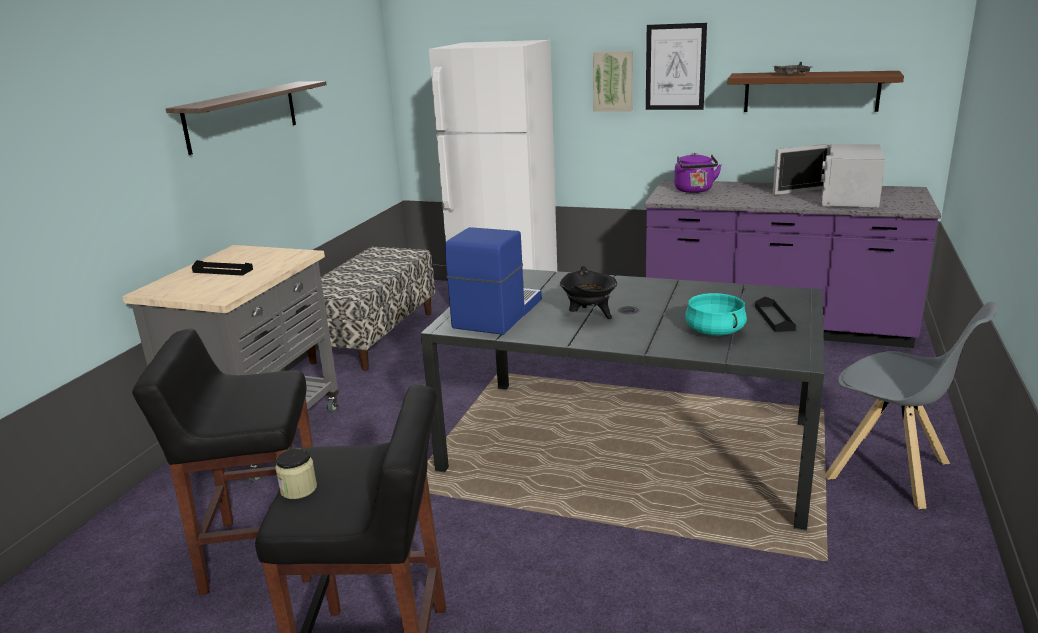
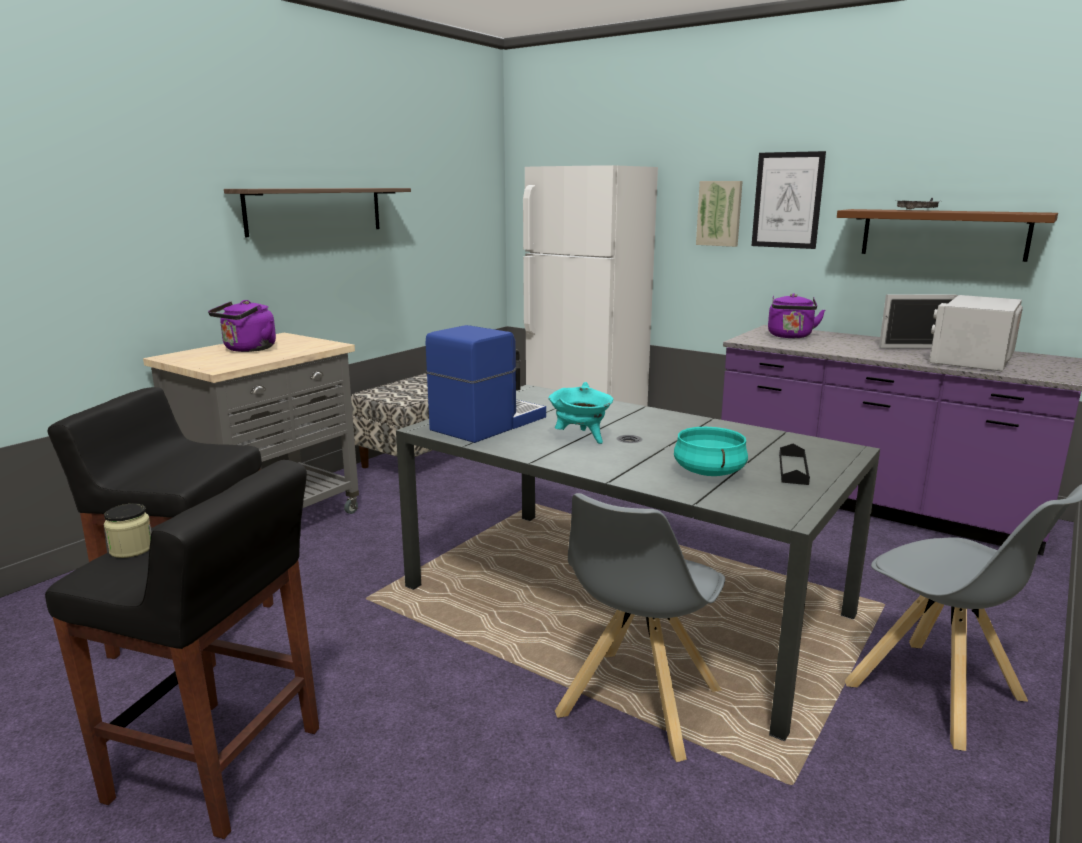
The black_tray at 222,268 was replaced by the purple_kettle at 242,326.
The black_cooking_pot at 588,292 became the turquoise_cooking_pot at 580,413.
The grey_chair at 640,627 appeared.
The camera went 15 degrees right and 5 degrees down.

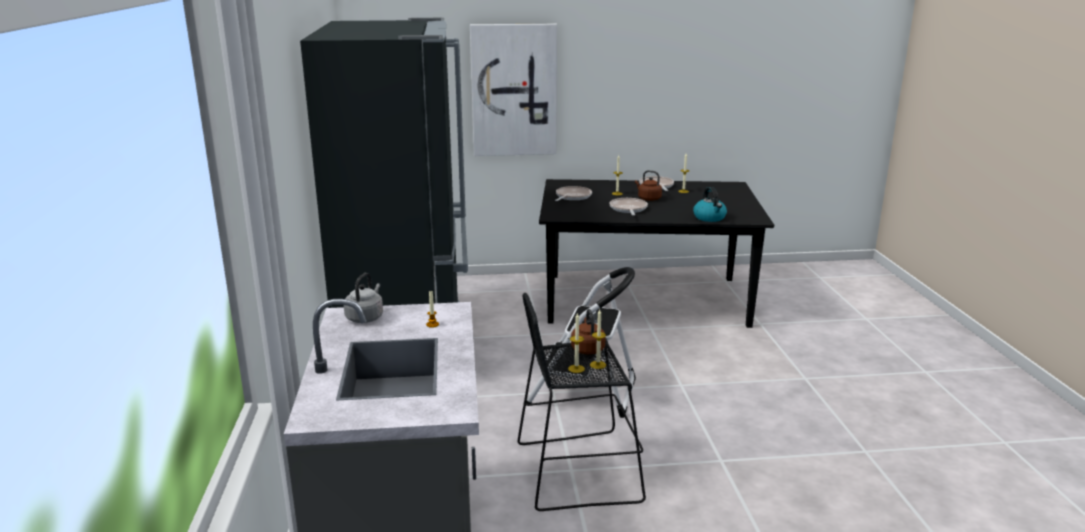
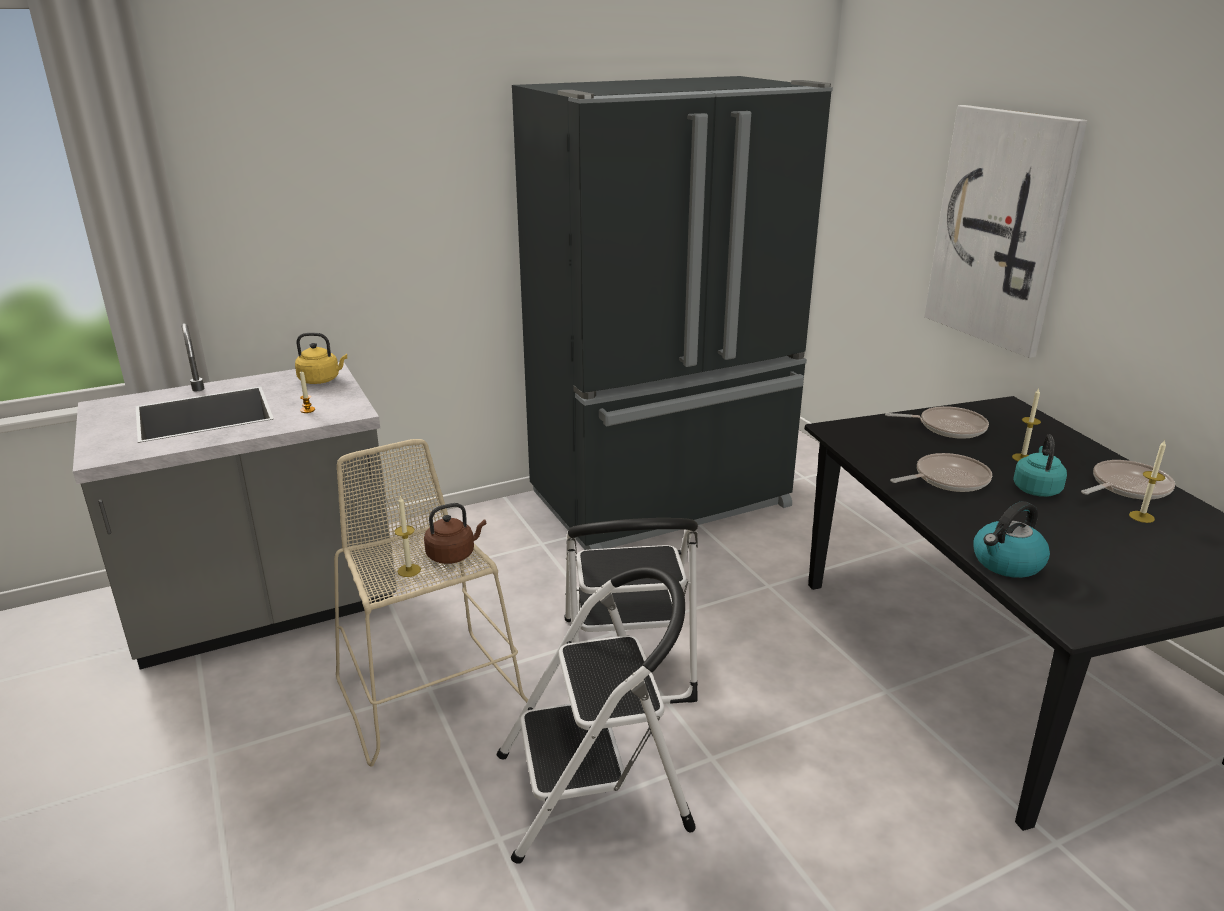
The grey_kettle at 363,298 became the yellow_kettle at 321,358.
The black_stool at 581,402 became the beige_stool at 431,603.
The step_ladder at 596,715 appeared.
The brown_kettle at 648,185 became the turquoise_kettle at 1040,466.
The candle at 576,342 disappeared.
The camera went 70 degrees right and 5 degrees up.

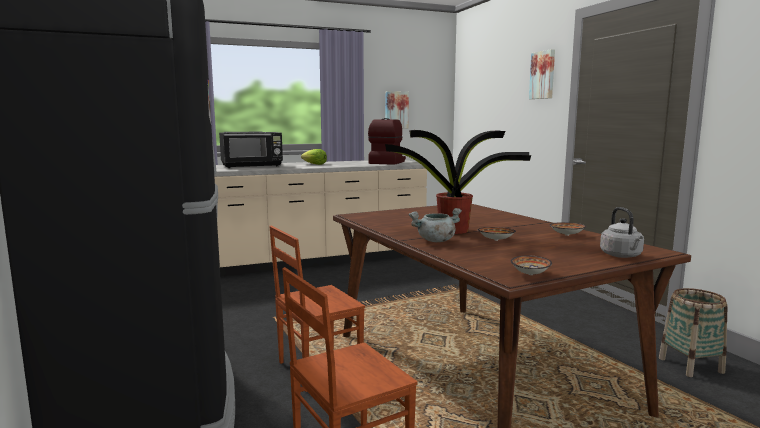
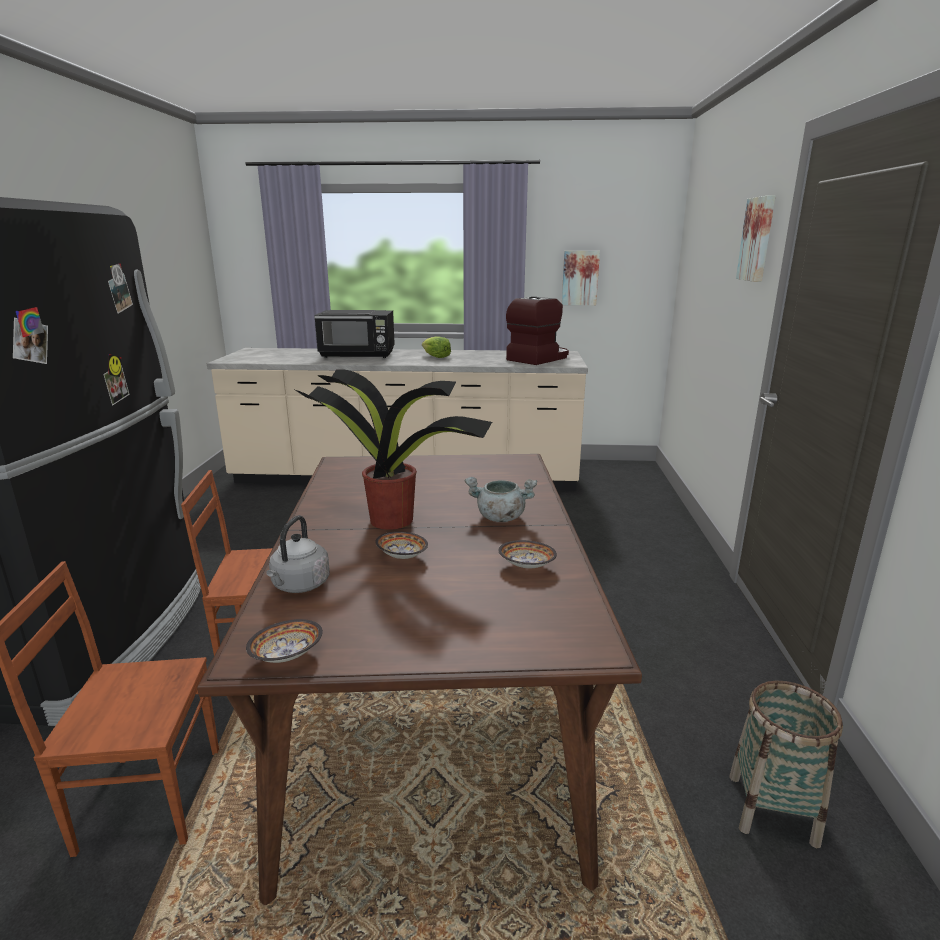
The grey_kettle moved from 622,232 to 298,554.
The grey_cooking_pot moved from 435,225 to 501,499.
The camera went 25 degrees right and 10 degrees up.

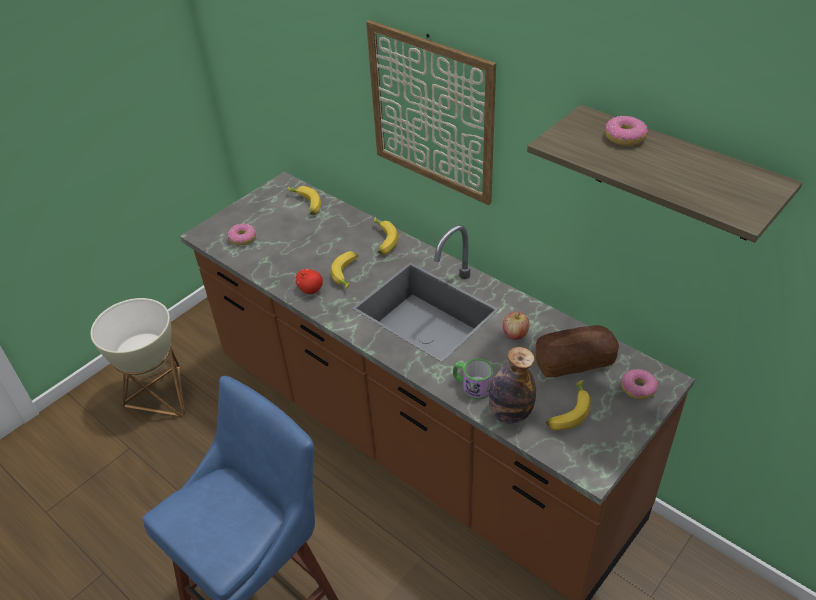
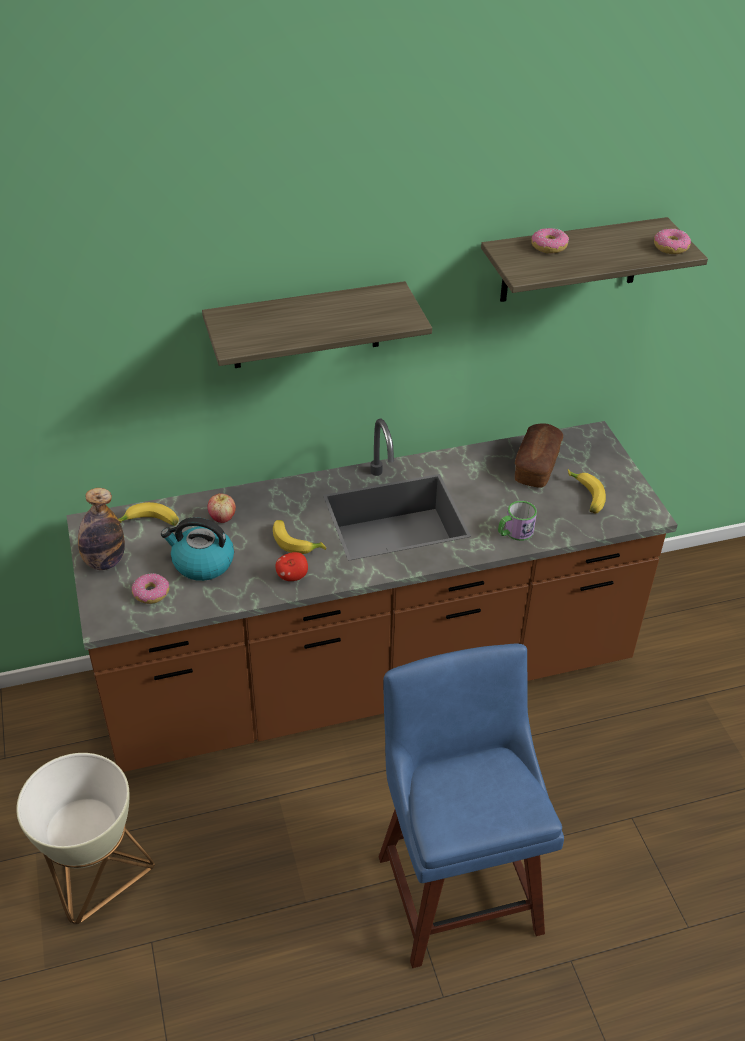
The bottle moved from 512,385 to 101,529.
The kettle at 197,549 appeared.
The picture at 431,112 was replaced by the shelf at 317,324.
The apple moved from 516,325 to 222,508.
The donut moved from 639,384 to 672,241.
The banana at 386,236 disappeared.
The camera went 60 degrees left and 0 degrees up.

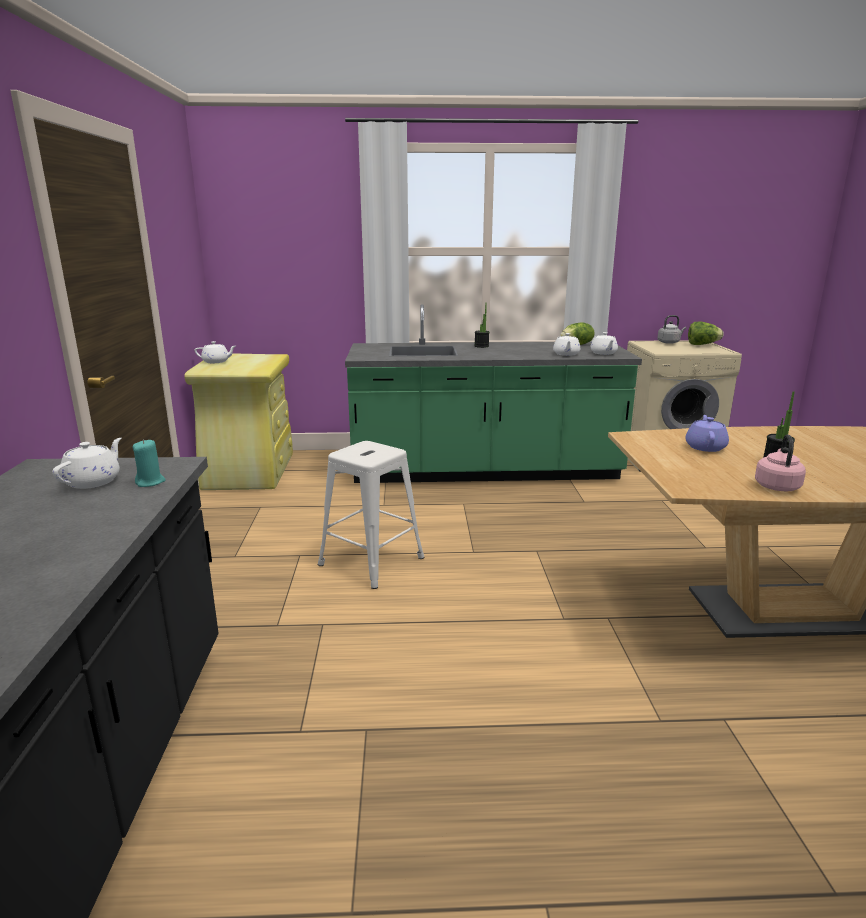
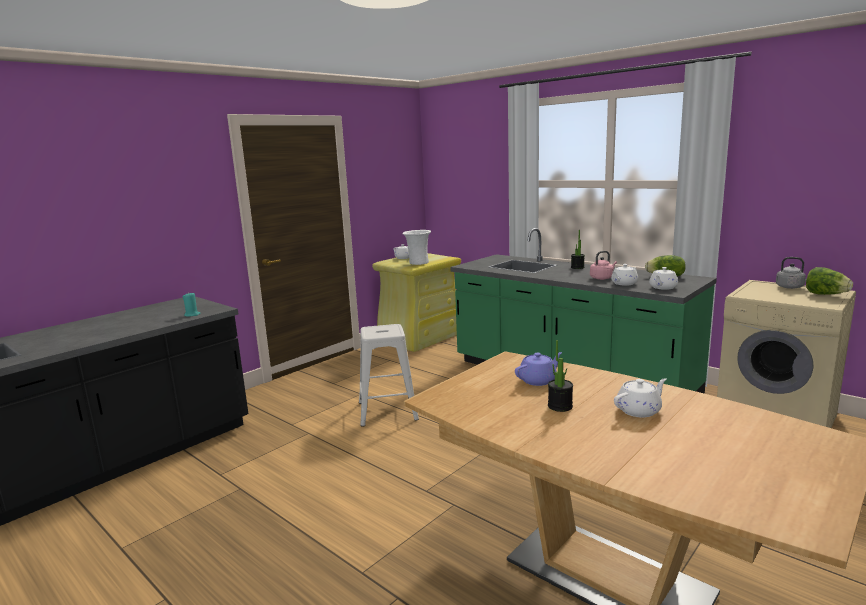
The white_vase at 416,247 appeared.
The pink_kettle moved from 780,462 to 603,265.
The white_teapot moved from 86,463 to 640,397.
The camera went 45 degrees right and 5 degrees down.

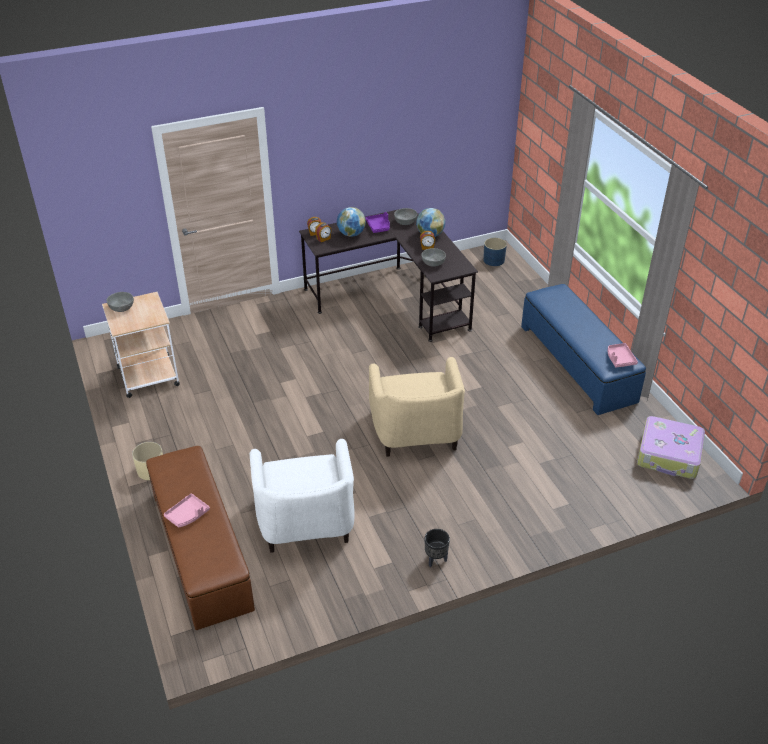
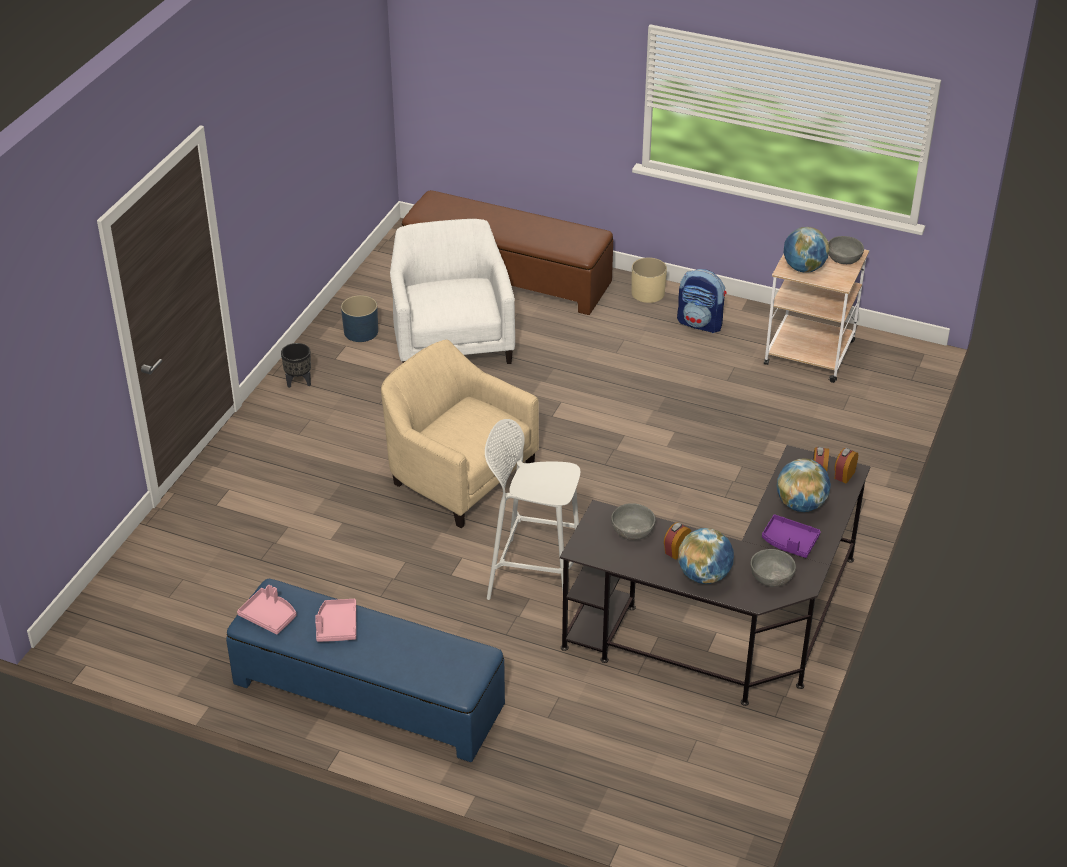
The pink_tray moved from 187,510 to 335,620.
The blue_planter moved from 495,252 to 359,318.
The white_armchair at 302,496 turned 45 degrees clockwise.
The white_stool at 532,509 appeared.
The backpack at 702,301 appeared.
The globe at 806,250 appeared.
The suitcase at 671,447 disappeared.
The camera went 135 degrees right and 0 degrees up.

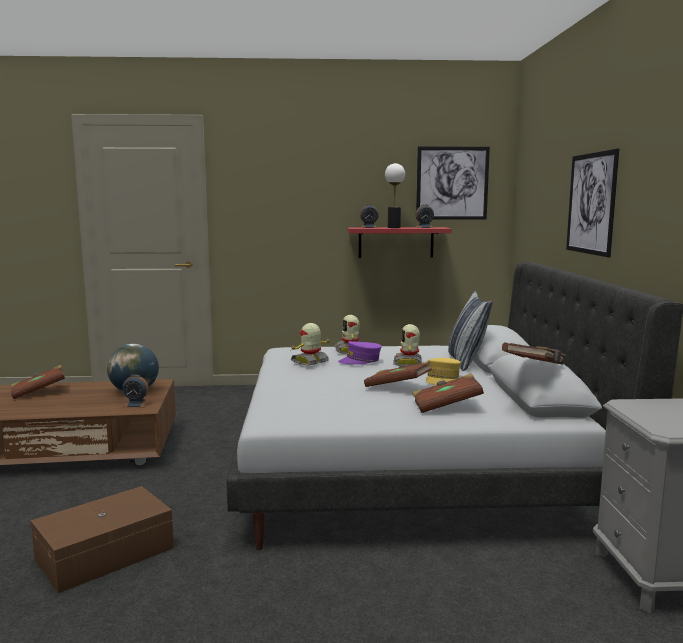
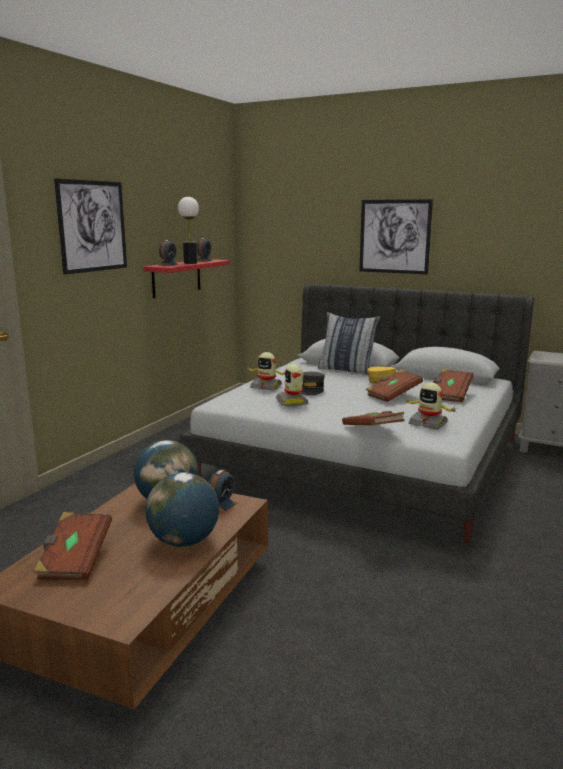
The picture moved from 453,183 to 90,226.
The globe at 182,509 appeared.
The purple_cap at 360,353 became the grey_cap at 313,383.
The brown_book moved from 534,353 to 373,418.
The toy_robot moved from 407,345 to 431,406.
The brown_storage_box at 102,539 disappeared.
The camera went 60 degrees left and 5 degrees up.

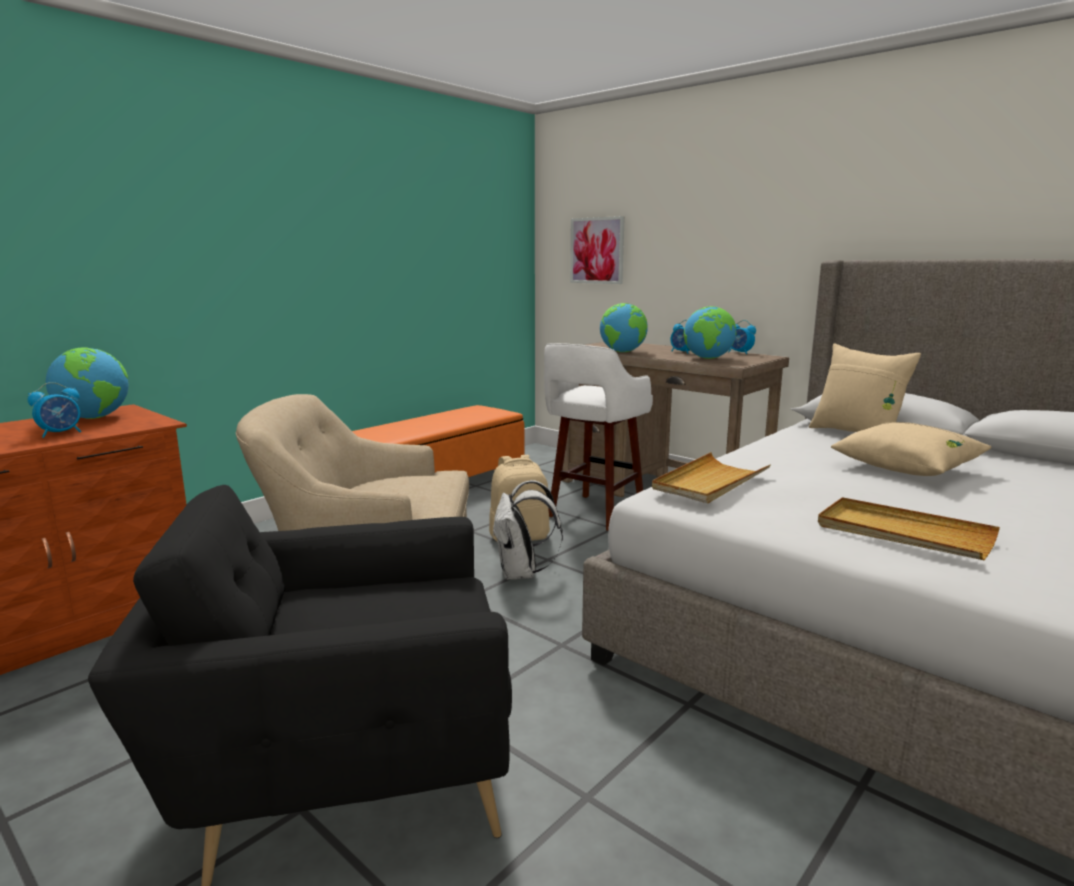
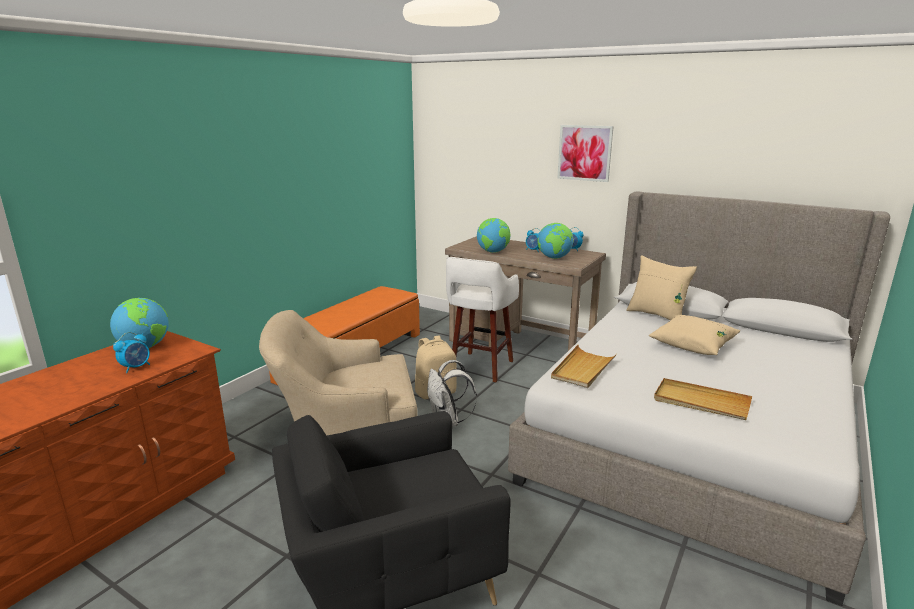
The picture moved from 597,250 to 585,153.
The camera went 10 degrees left and 5 degrees up.

